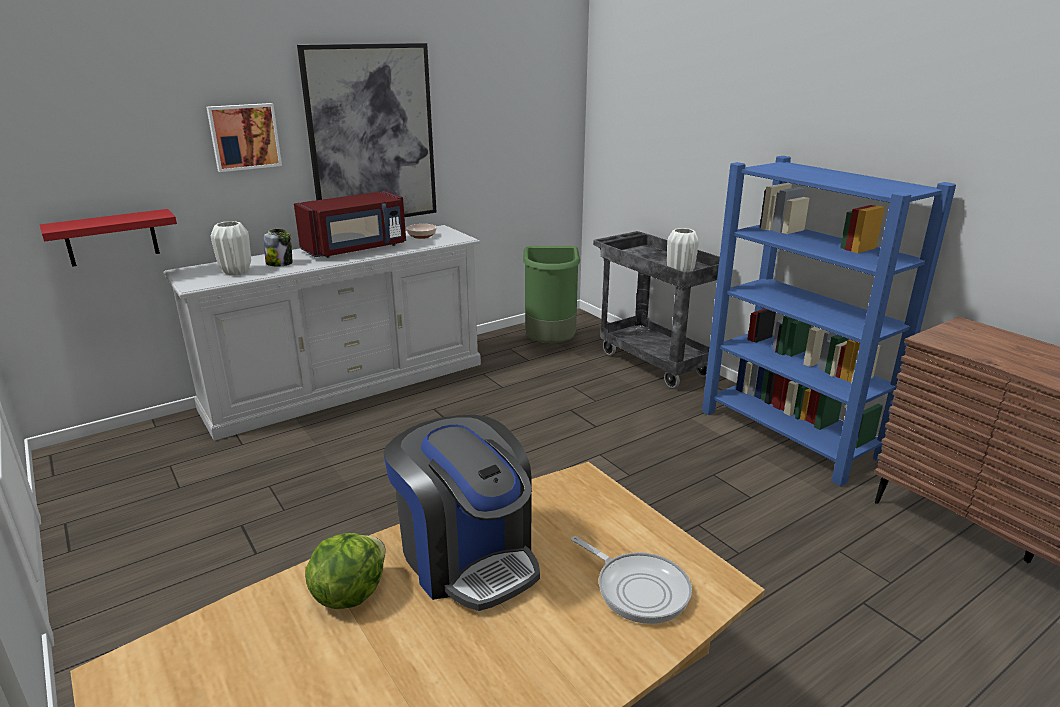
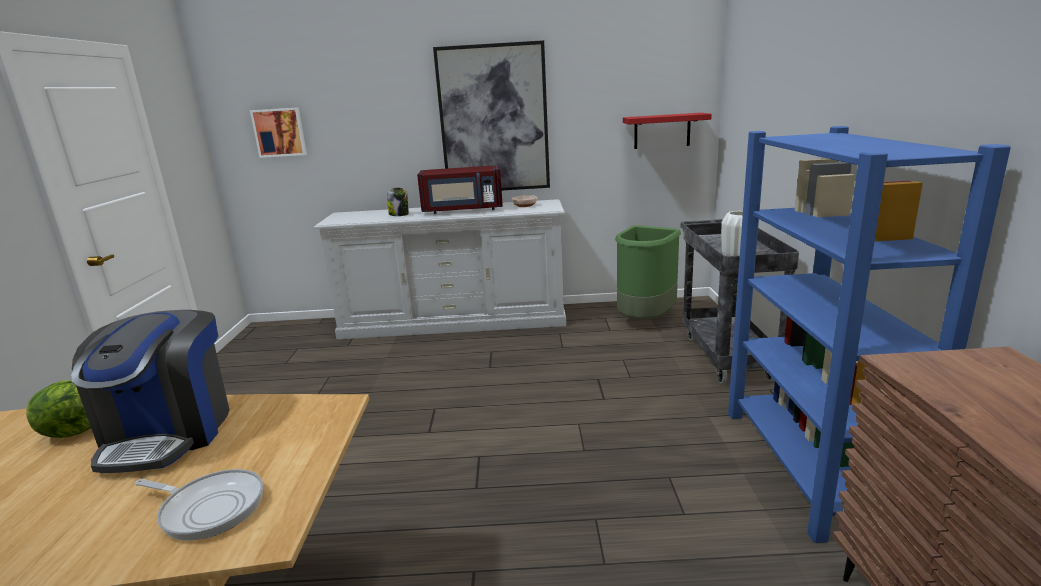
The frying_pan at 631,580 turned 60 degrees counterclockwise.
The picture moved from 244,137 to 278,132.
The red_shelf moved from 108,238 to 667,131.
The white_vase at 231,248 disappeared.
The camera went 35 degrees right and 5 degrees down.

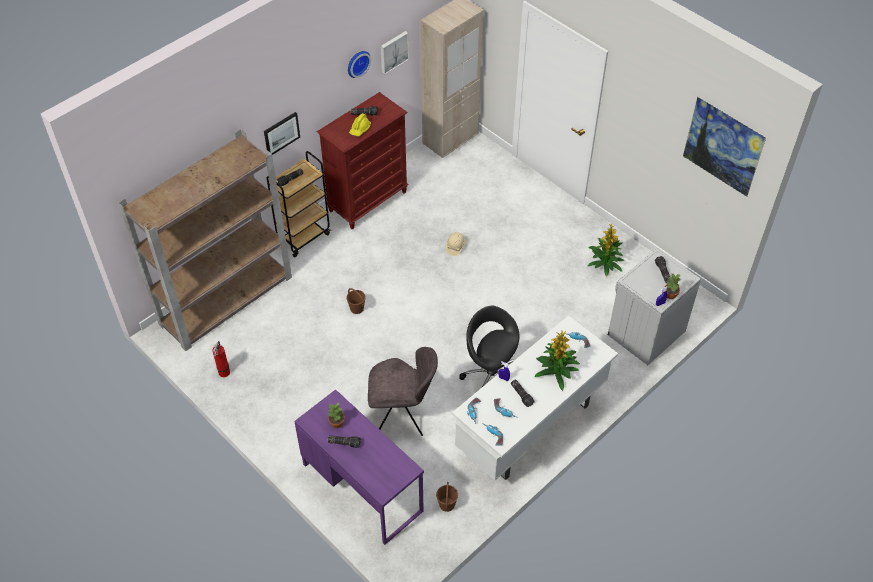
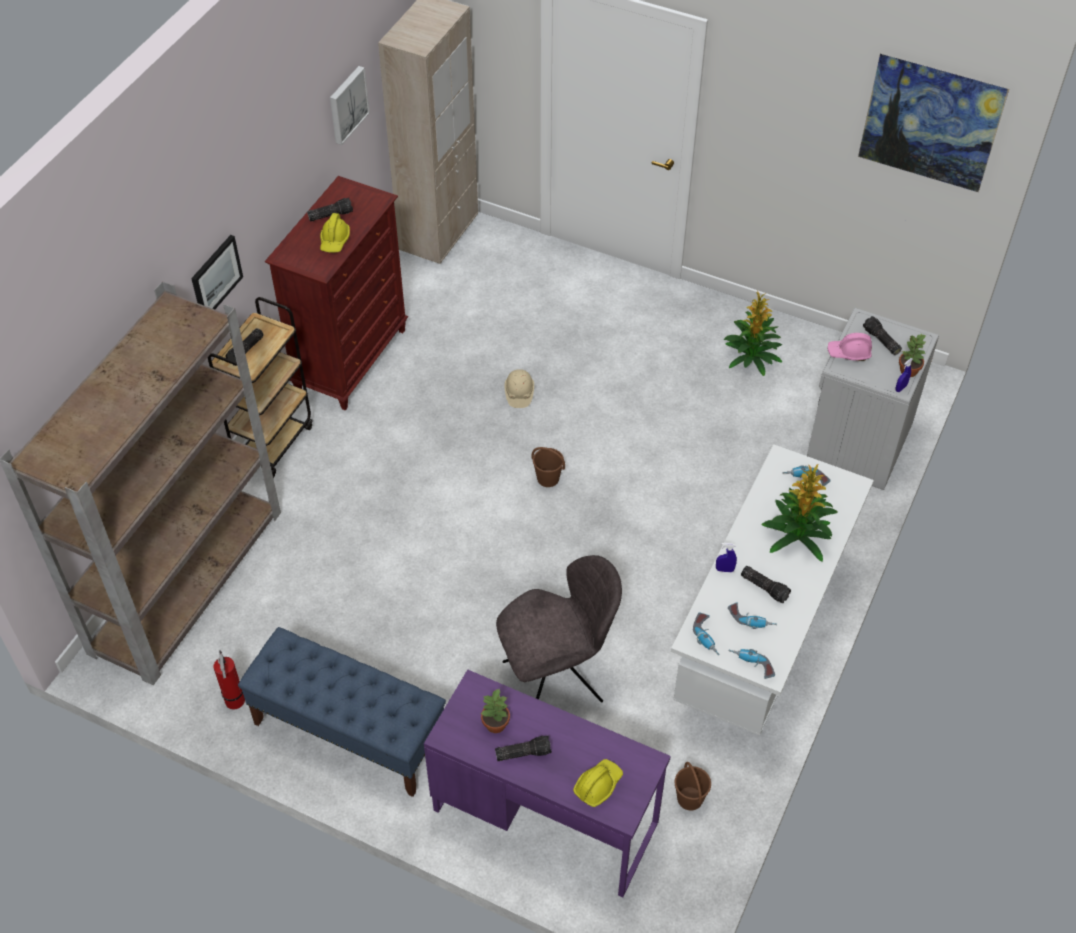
The blue_bench at 342,712 appeared.
The brown_bucket moved from 356,301 to 548,467.
The yellow_hard_hat at 598,783 appeared.
The pink_hard_hat at 850,347 appeared.
The wall_clock at 359,64 disappeared.
The black_office_chair at 489,346 disappeared.
The camera went 20 degrees left and 0 degrees up.

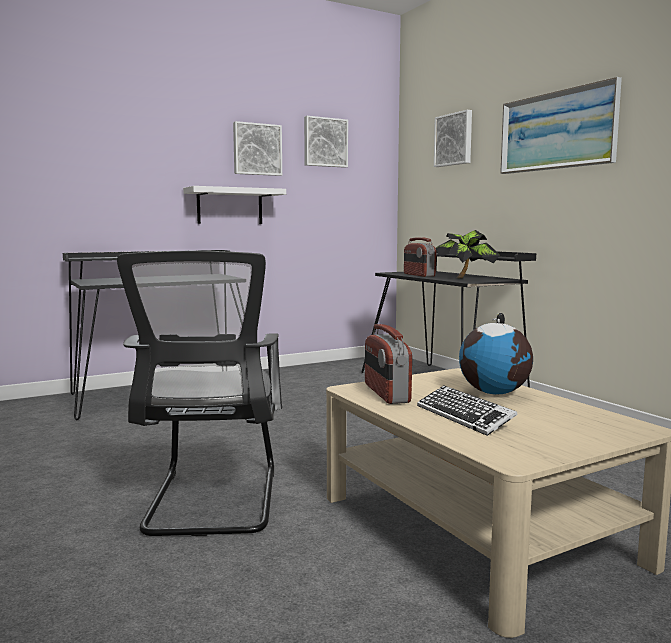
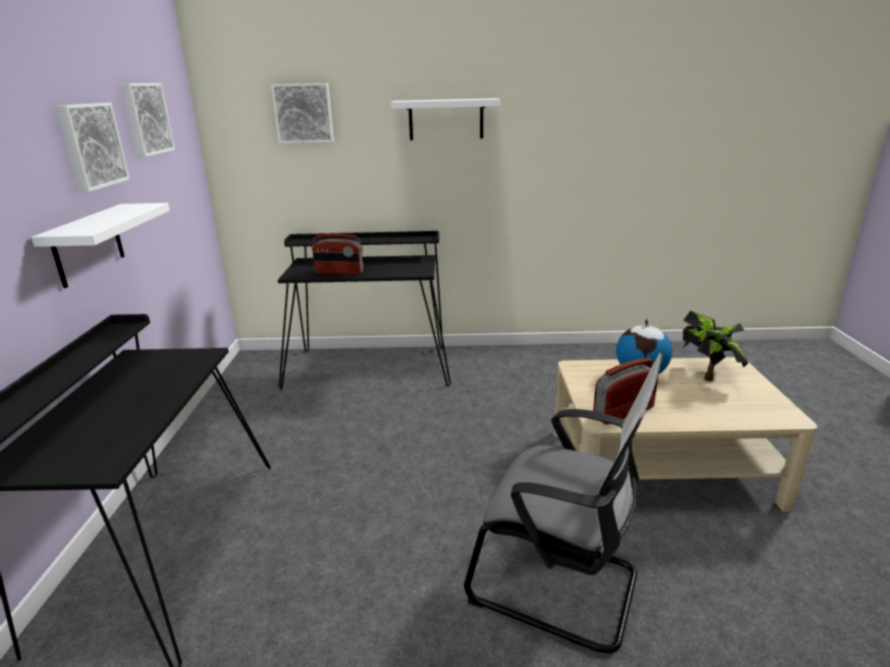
The picture at 561,125 was replaced by the white_shelf at 446,119.
The radio at 388,364 turned 135 degrees clockwise.
The potted_plant moved from 468,254 to 715,346.
The keyboard at 467,410 disappeared.
The camera went 60 degrees left and 15 degrees up.

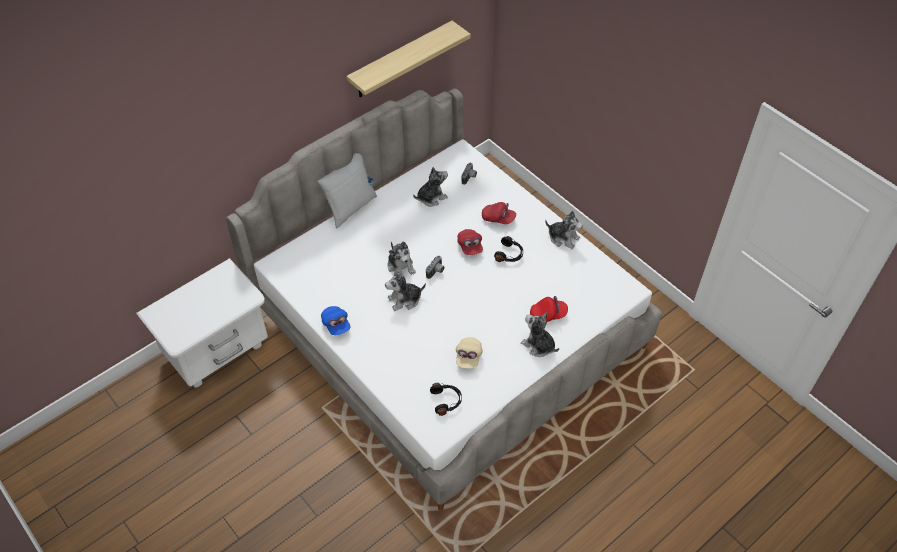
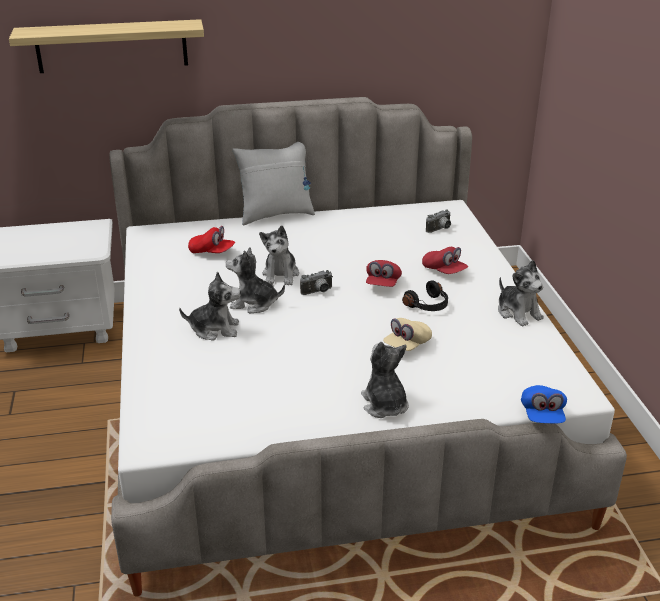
The shelf moved from 409,59 to 106,46.
The plush_toy moved from 430,187 to 210,306.
The red_cap moved from 549,309 to 211,239.
The beige_cap moved from 469,353 to 407,334.
The blue_cap moved from 336,320 to 544,404.
The black_headphones at 446,399 disappeared.
The camera went 30 degrees right and 20 degrees down.

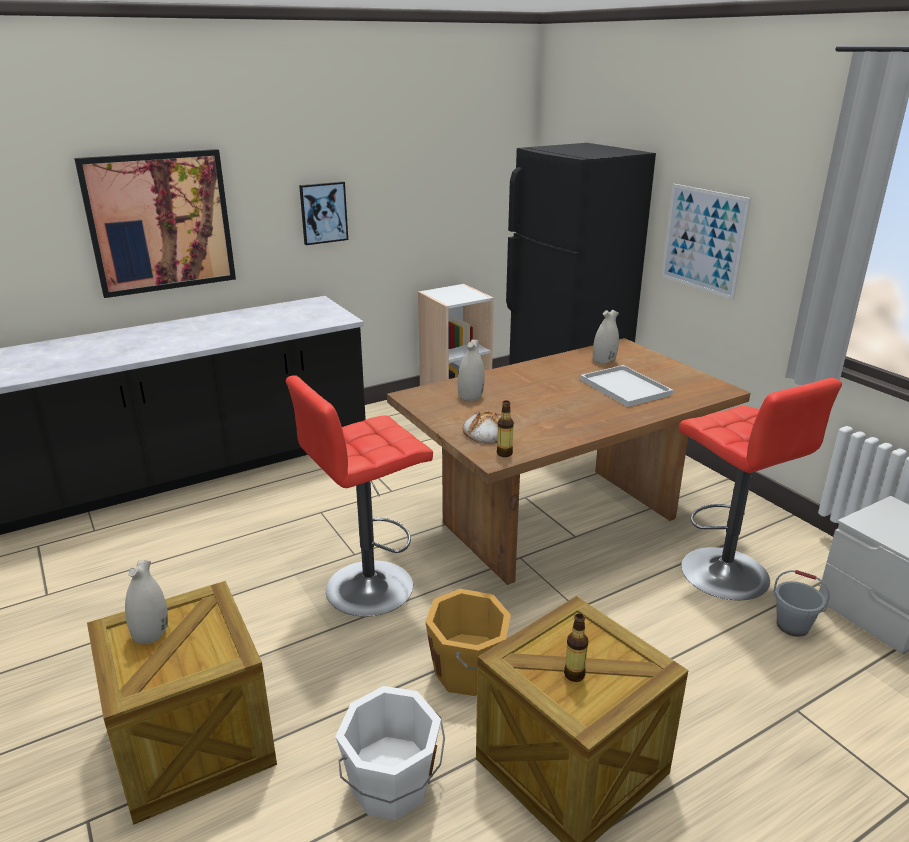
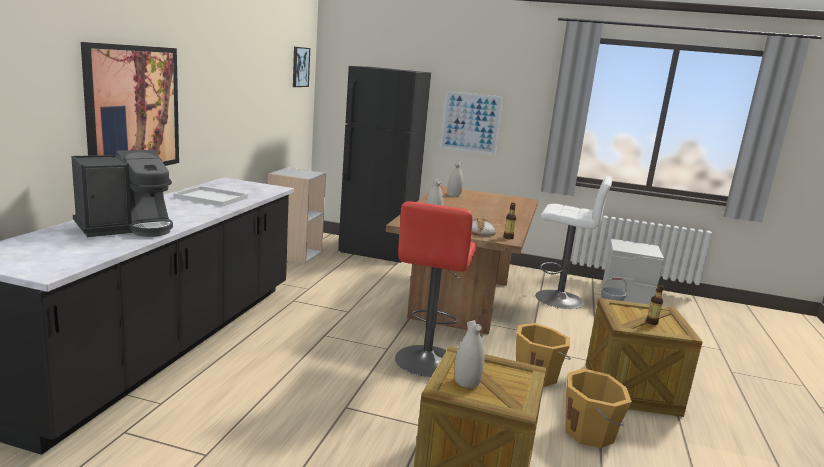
The coffee_machine at 122,193 appeared.
The white_tray moved from 626,386 to 210,196.
The picture moved from 323,213 to 301,67.
The red_stool at 760,489 became the white_stool at 573,242.
The white_bucket at 390,753 became the orange_bucket at 598,408.
The camera went 45 degrees left and 10 degrees down.

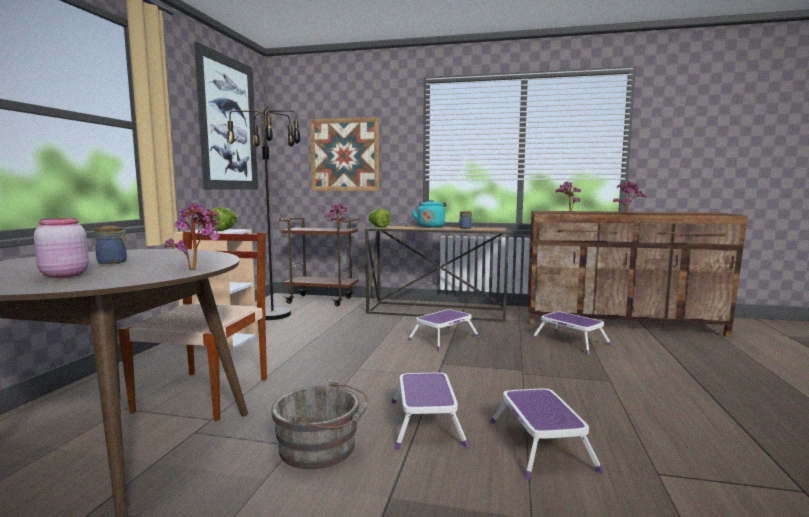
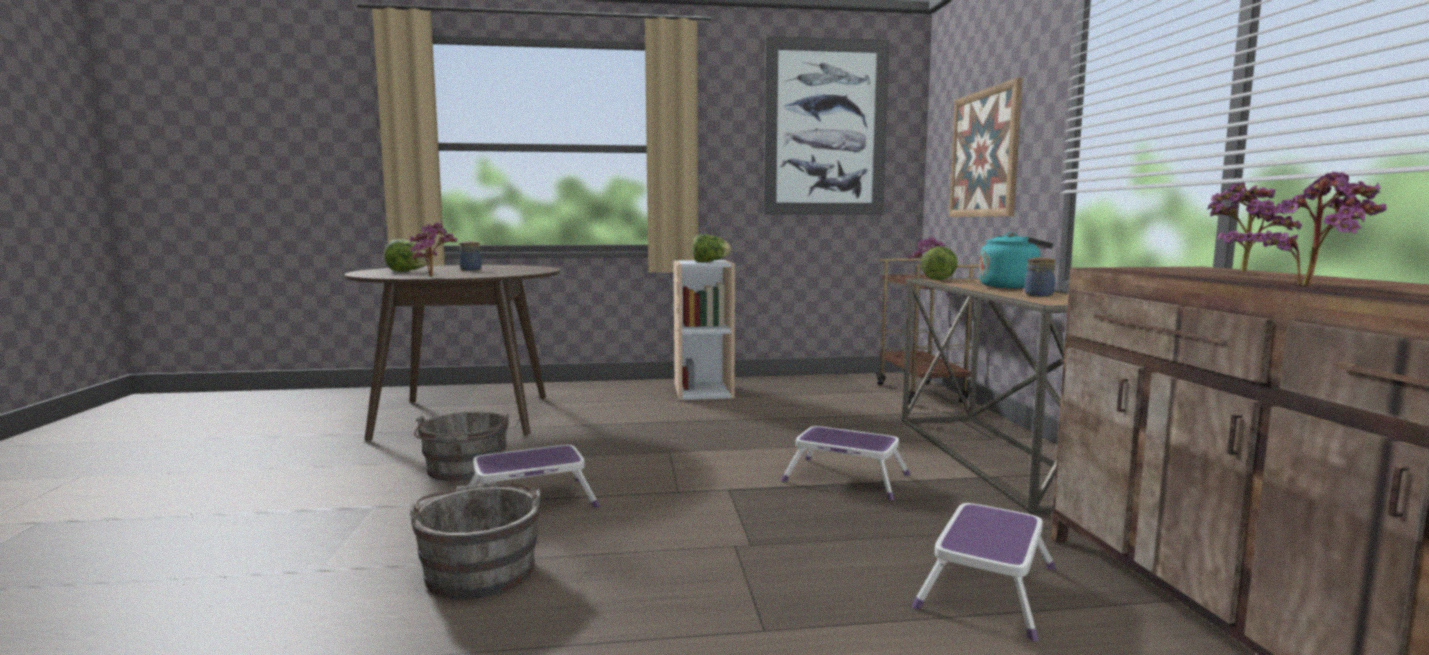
The pink_jar at 61,248 was replaced by the lettuce at 409,255.
The purple_step_ladder at 547,434 was replaced by the grey_bucket at 475,540.
The chair at 192,326 disappeared.
The floor_lamp at 264,213 disappeared.
The camera went 70 degrees right and 0 degrees up.

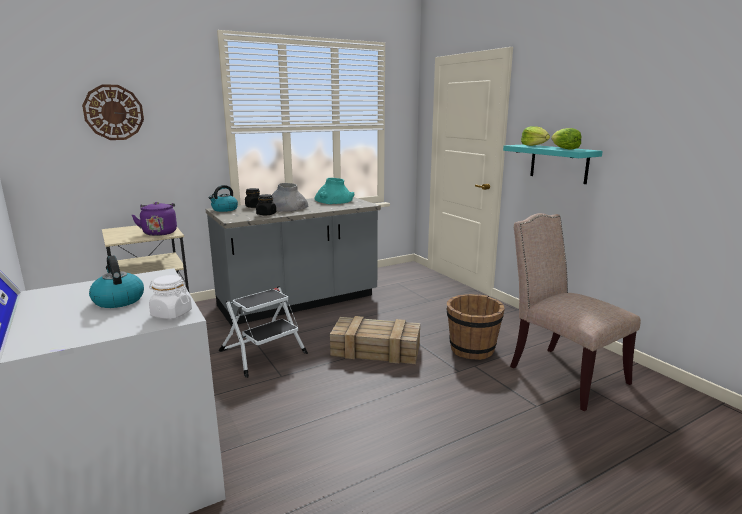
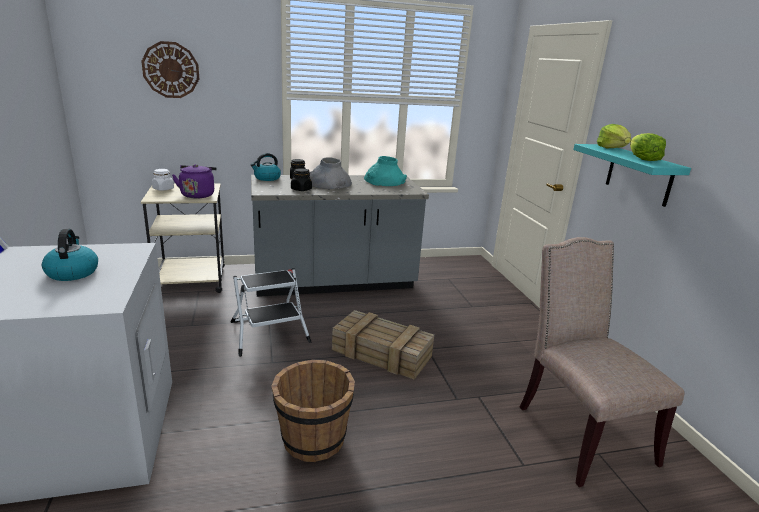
The white_jar moved from 170,297 to 163,179.
The brown_bucket moved from 476,327 to 313,410.
The camera went 15 degrees right and 5 degrees up.

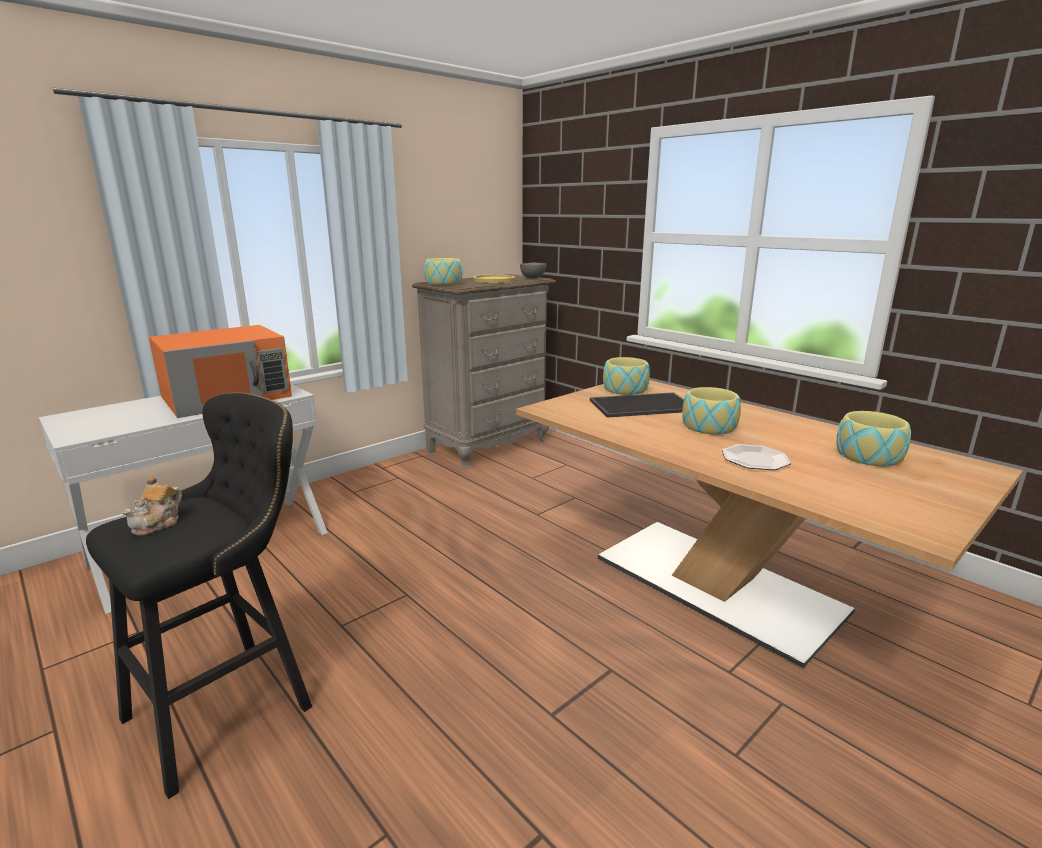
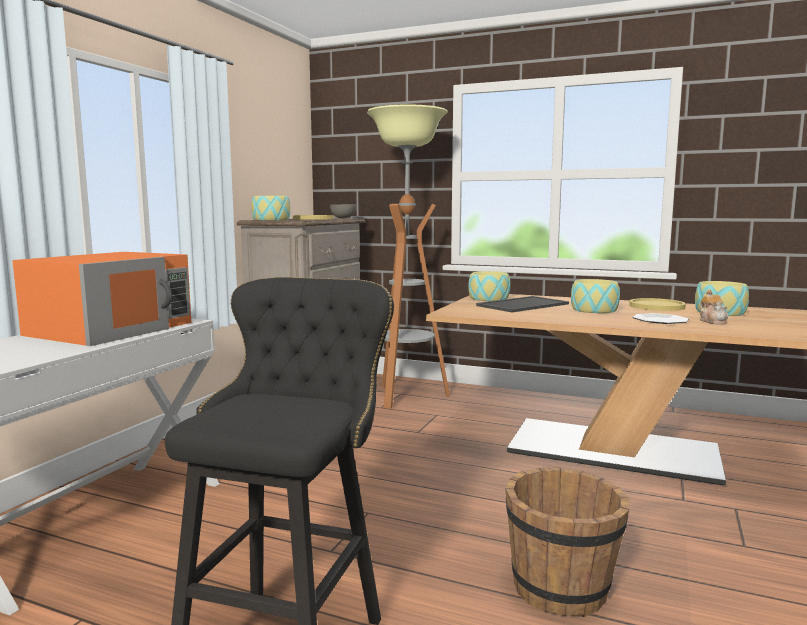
The floor_lamp at 408,256 appeared.
The brown_bucket at 567,542 appeared.
The yellow_plate at 657,304 appeared.
The teapot moved from 152,506 to 714,307.
The camera went 25 degrees left and 10 degrees down.

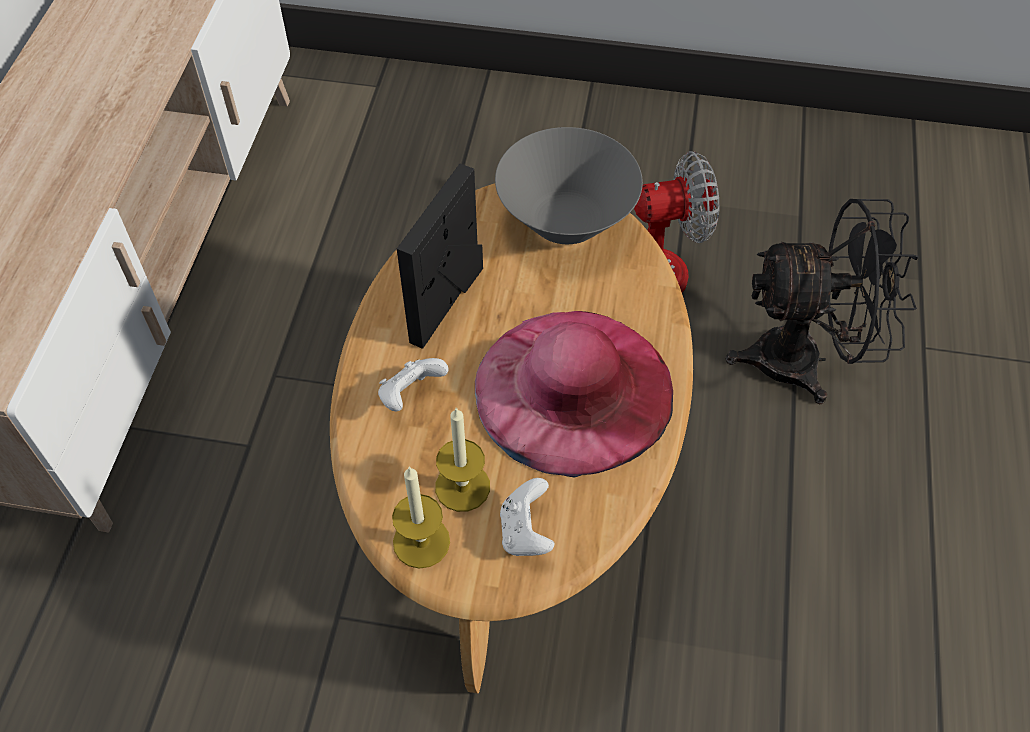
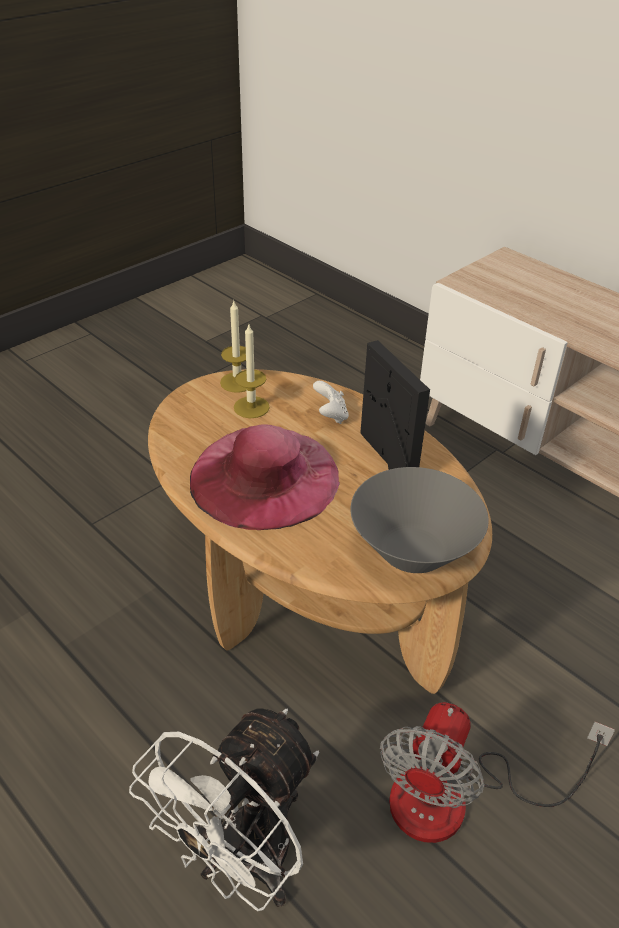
The black_fan at 821,301 became the white_fan at 224,809.
The white_game_controller at 527,517 disappeared.
The camera went 125 degrees right and 15 degrees down.

